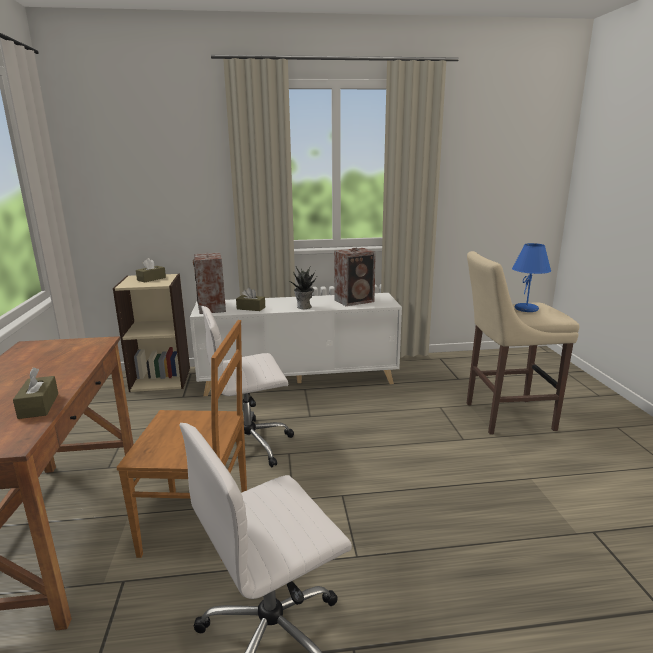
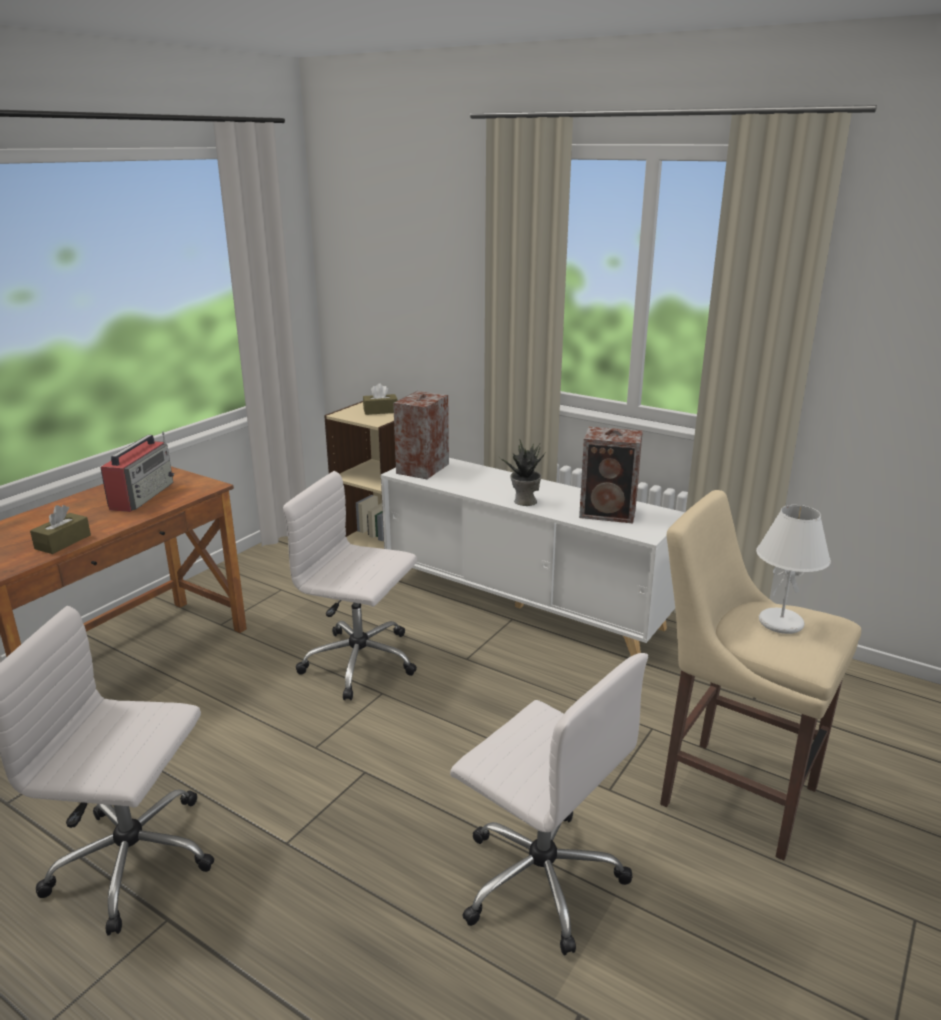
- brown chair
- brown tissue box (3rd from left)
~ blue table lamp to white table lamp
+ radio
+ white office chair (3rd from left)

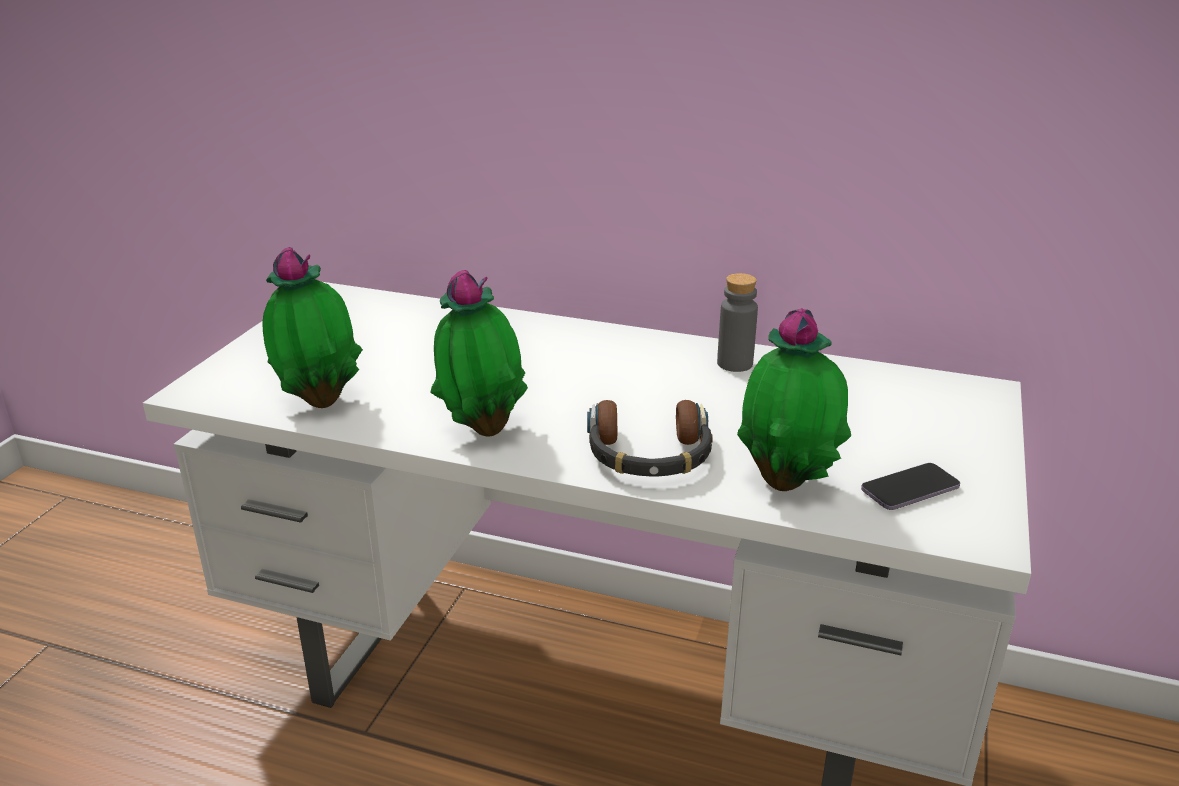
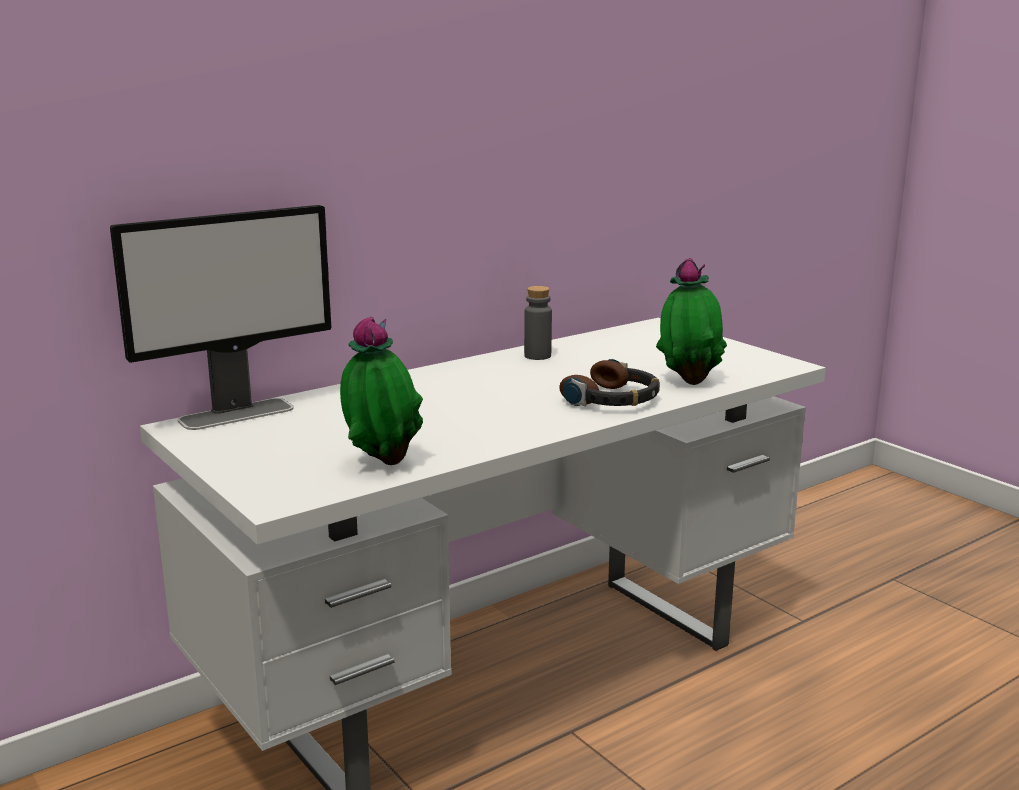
- potted plant (2nd from left)
- phone
+ monitor

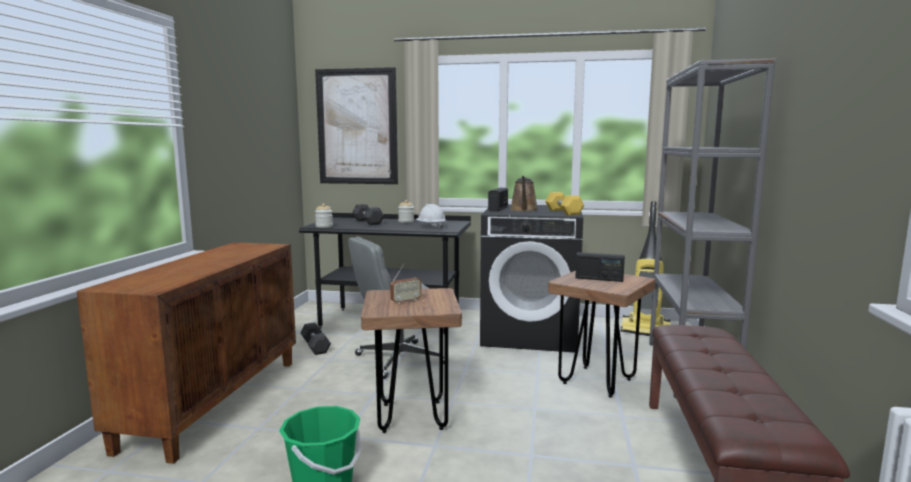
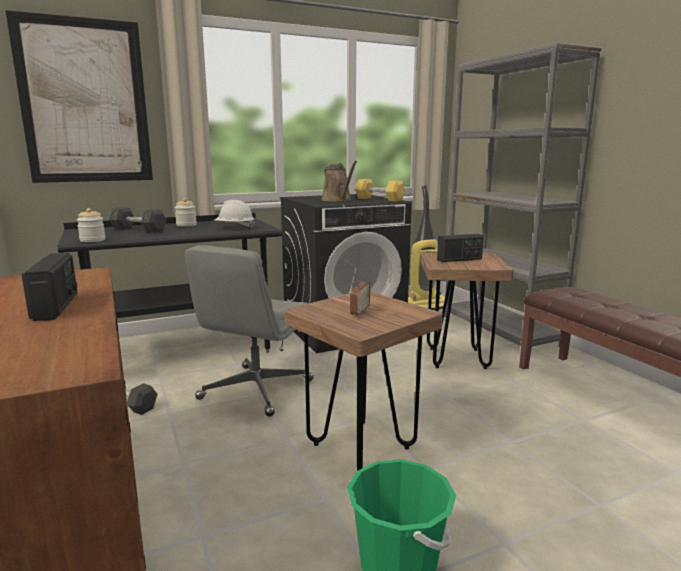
~ radio (2nd from left in the first image) to radio (1st from left)

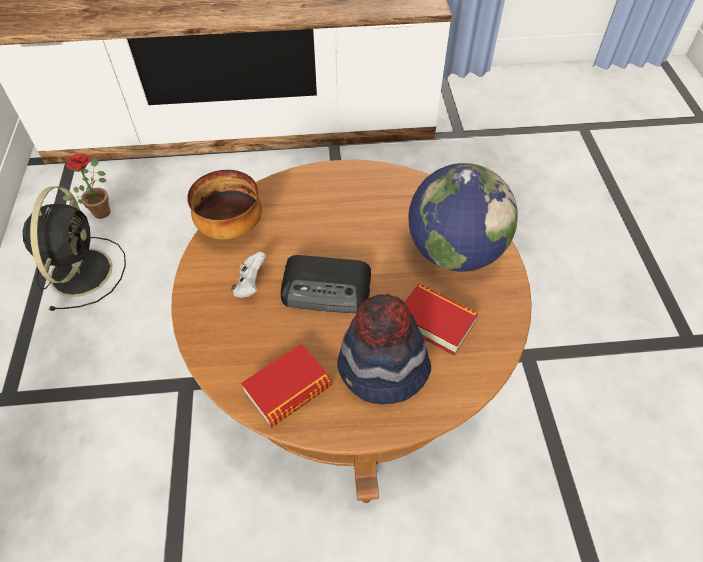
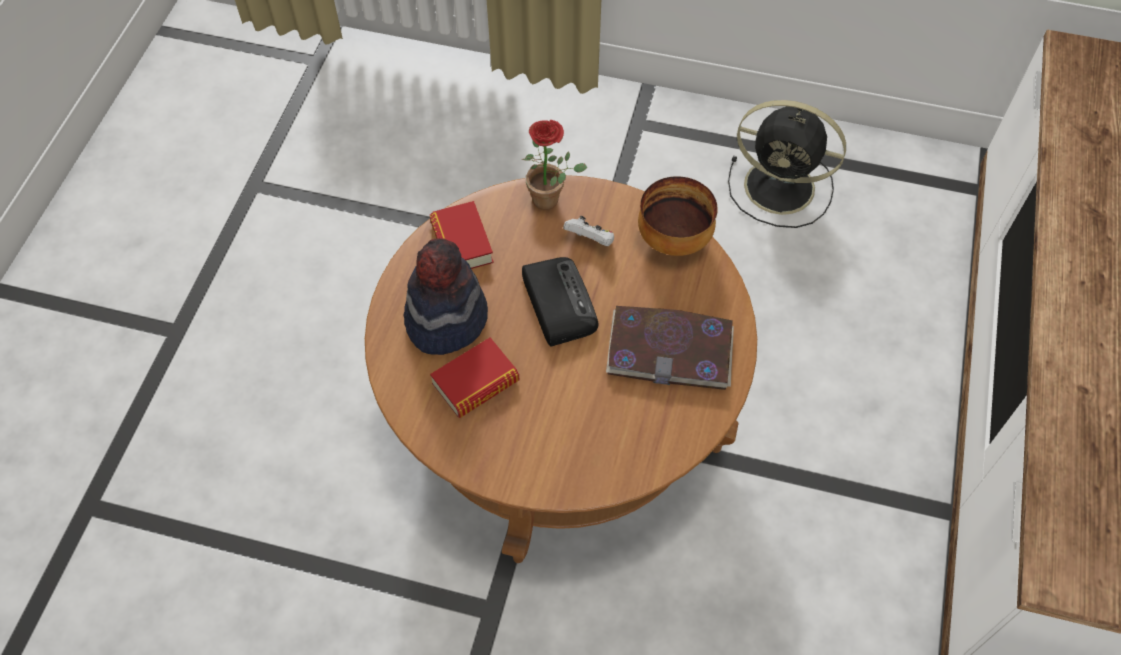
~ potted plant
~ radio 135 degrees clockwise
- globe
+ book (3rd from left)

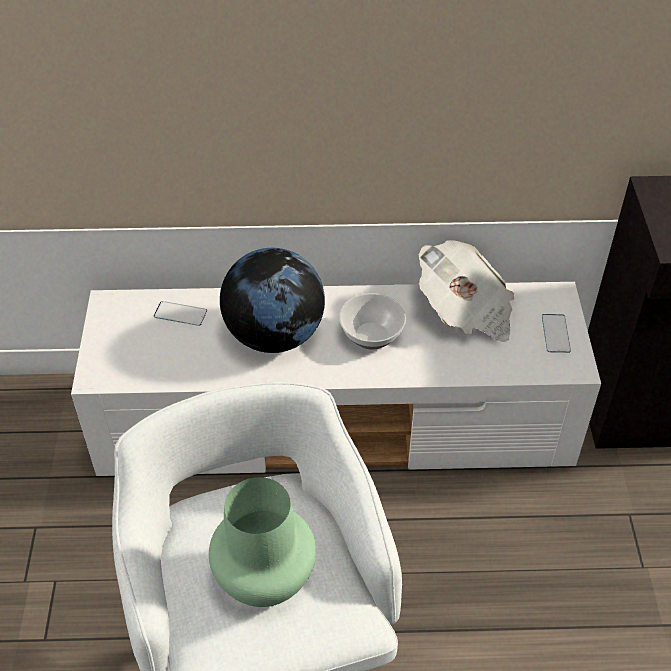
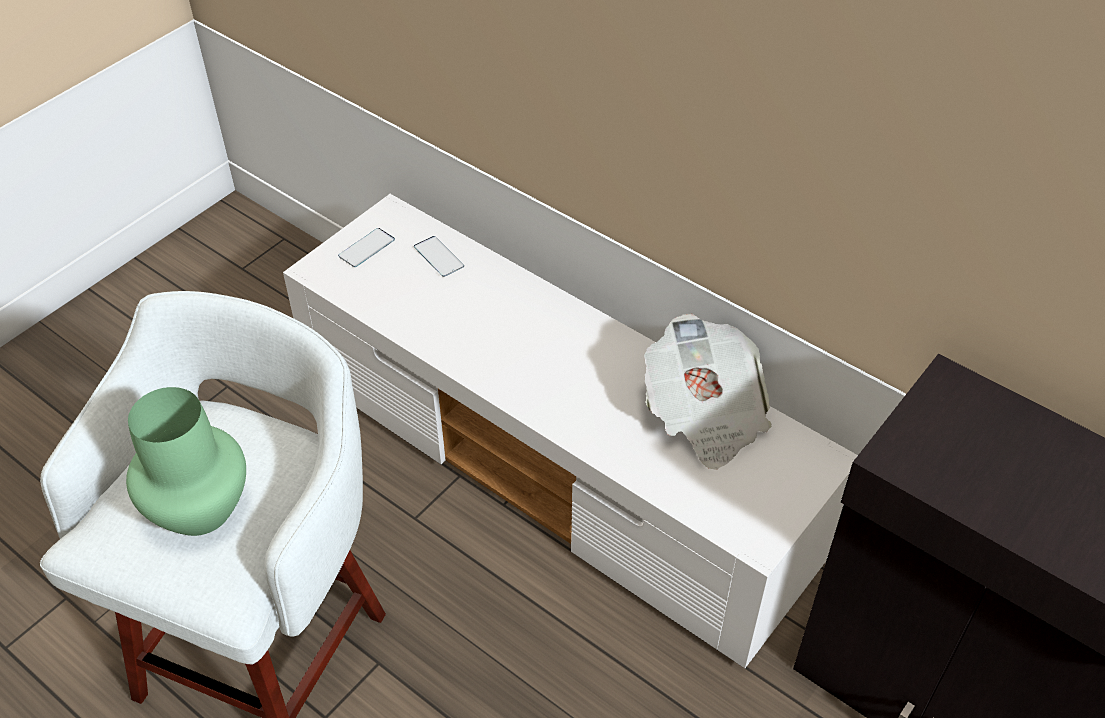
- globe
- bowl
~ phone (2nd from left in the first image) to phone (1st from left)

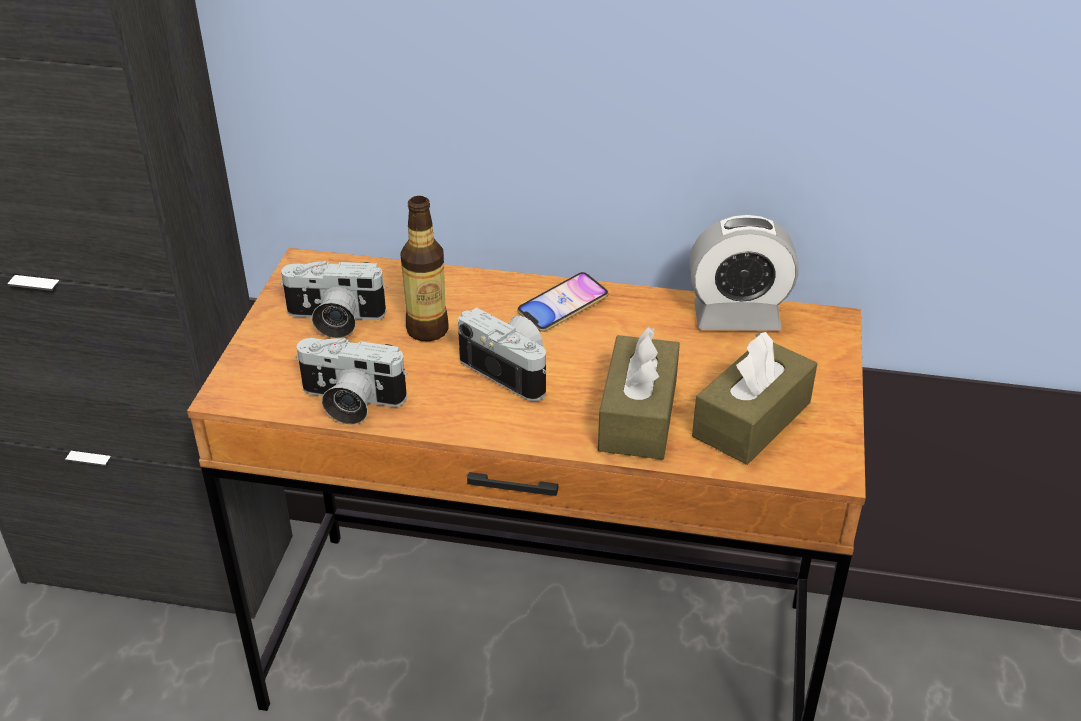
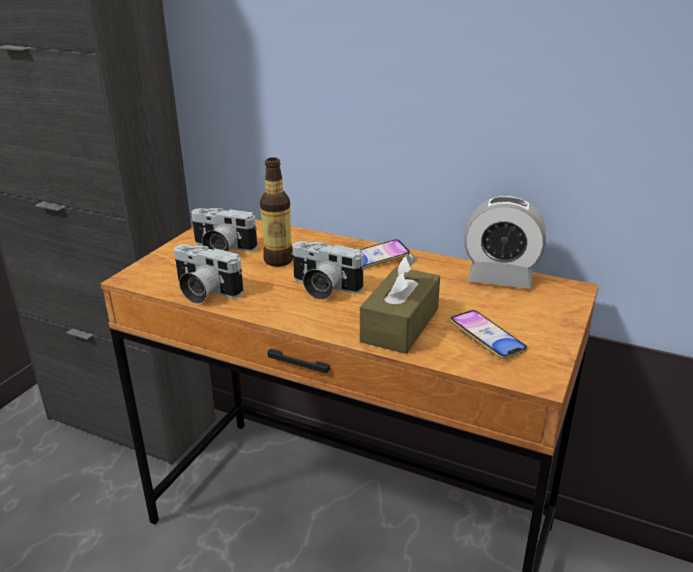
~ photo camera (3rd from left) 150 degrees clockwise
~ brown tissue box (2nd from left) to phone (2nd from left)

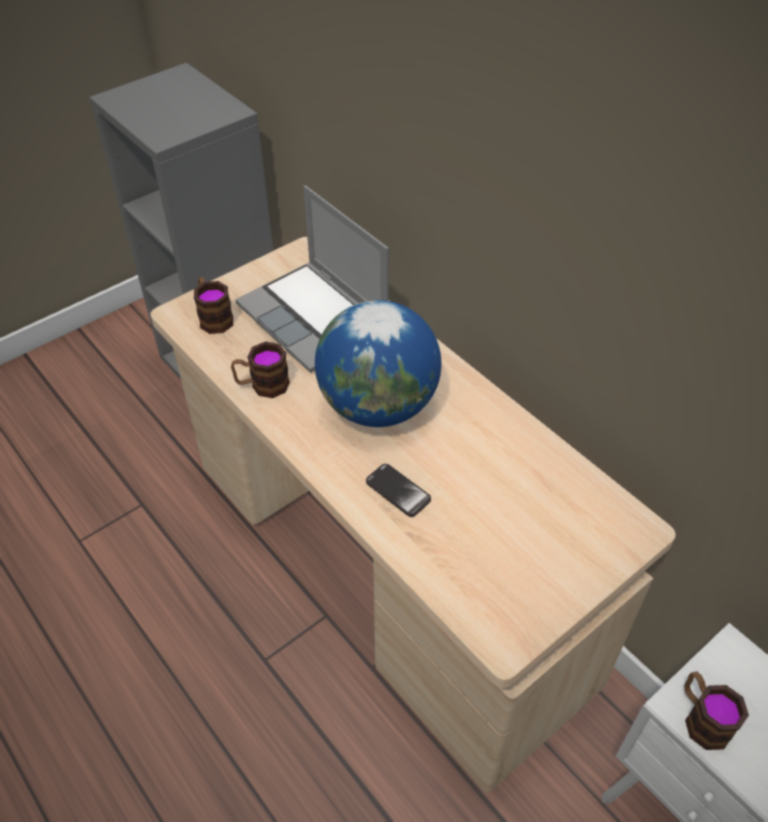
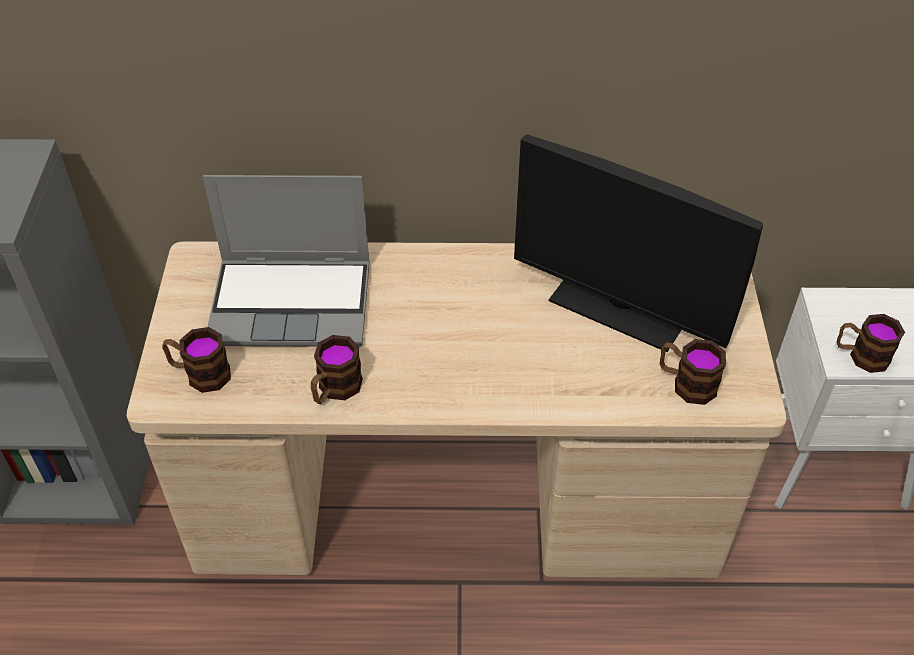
- globe
- phone
+ monitor
+ mug (3rd from left)

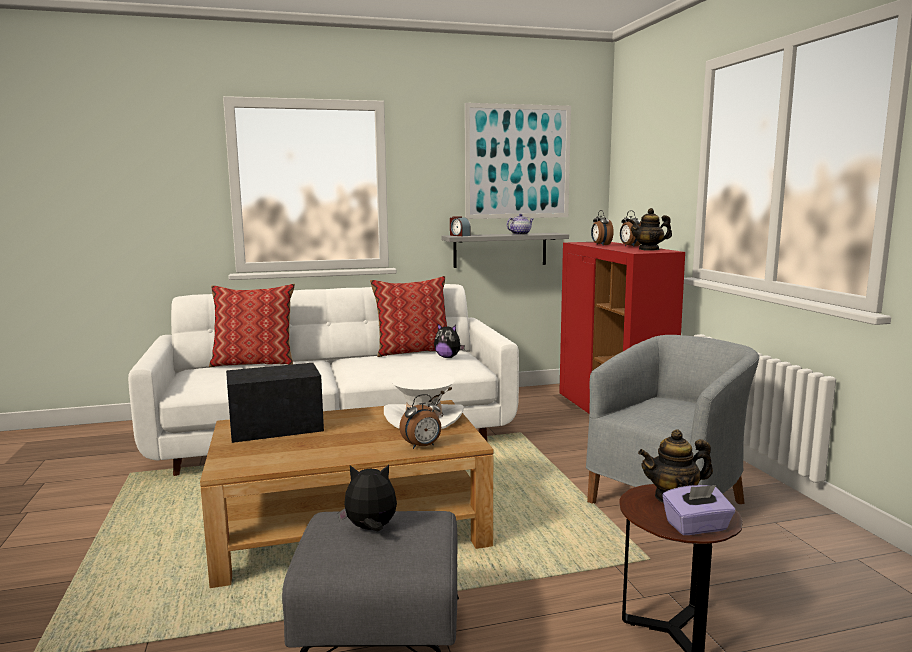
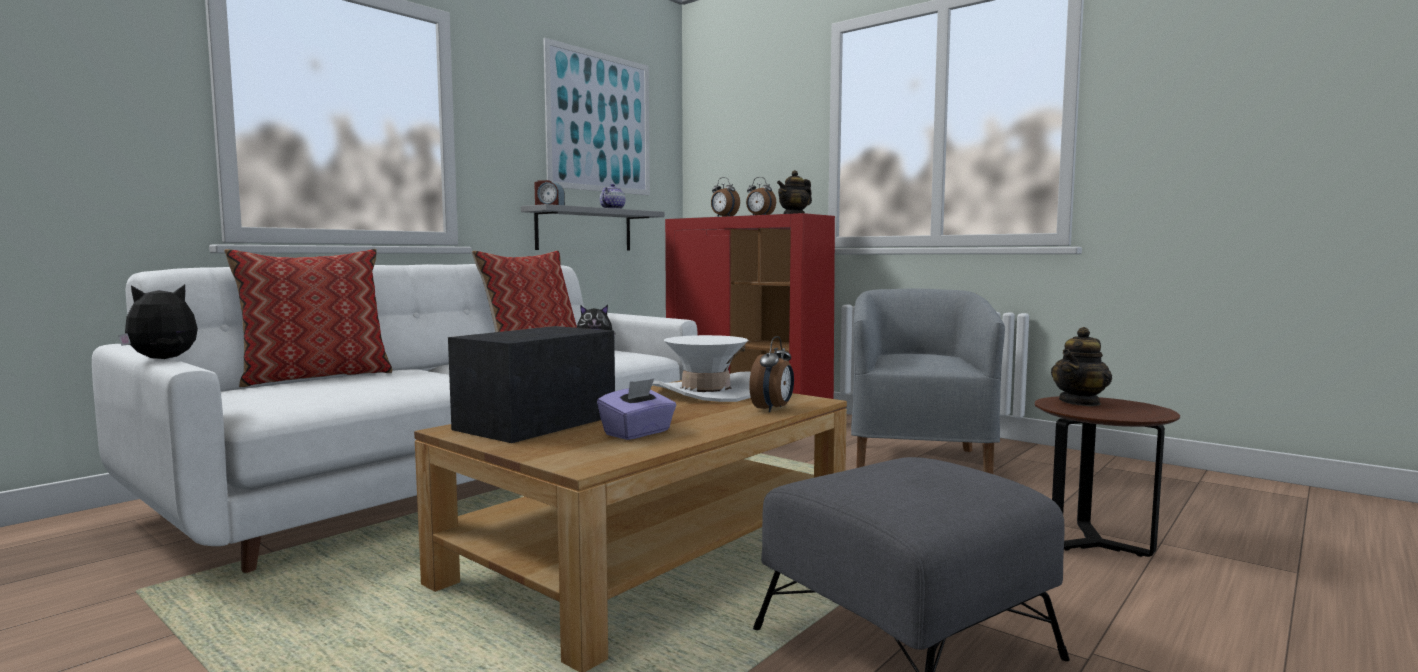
~ plush toy (1st from left)
~ purple tissue box

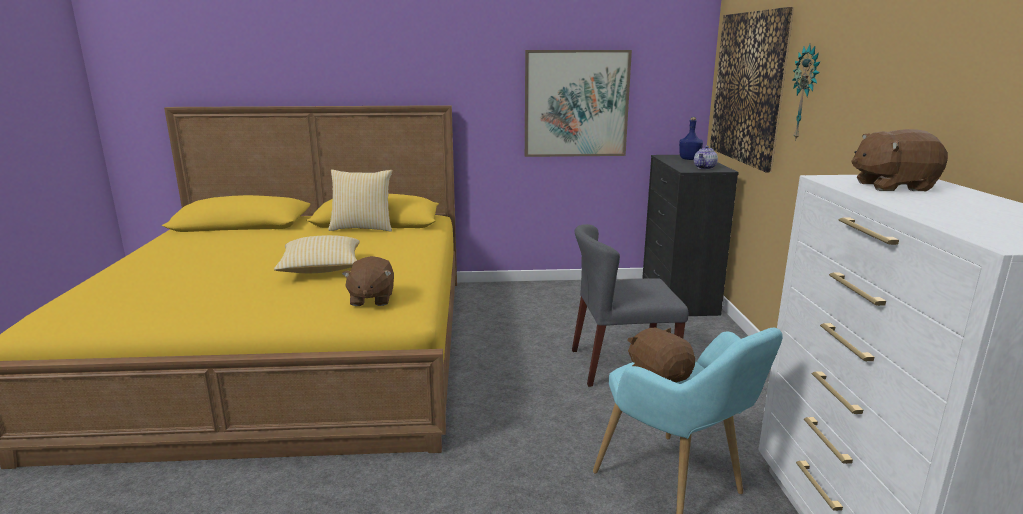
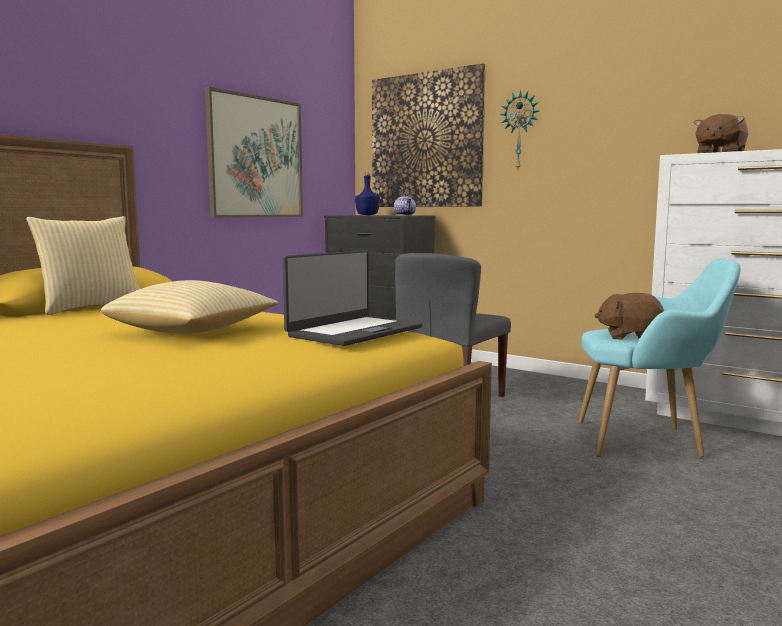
~ brown plush toy (1st from left) to laptop

